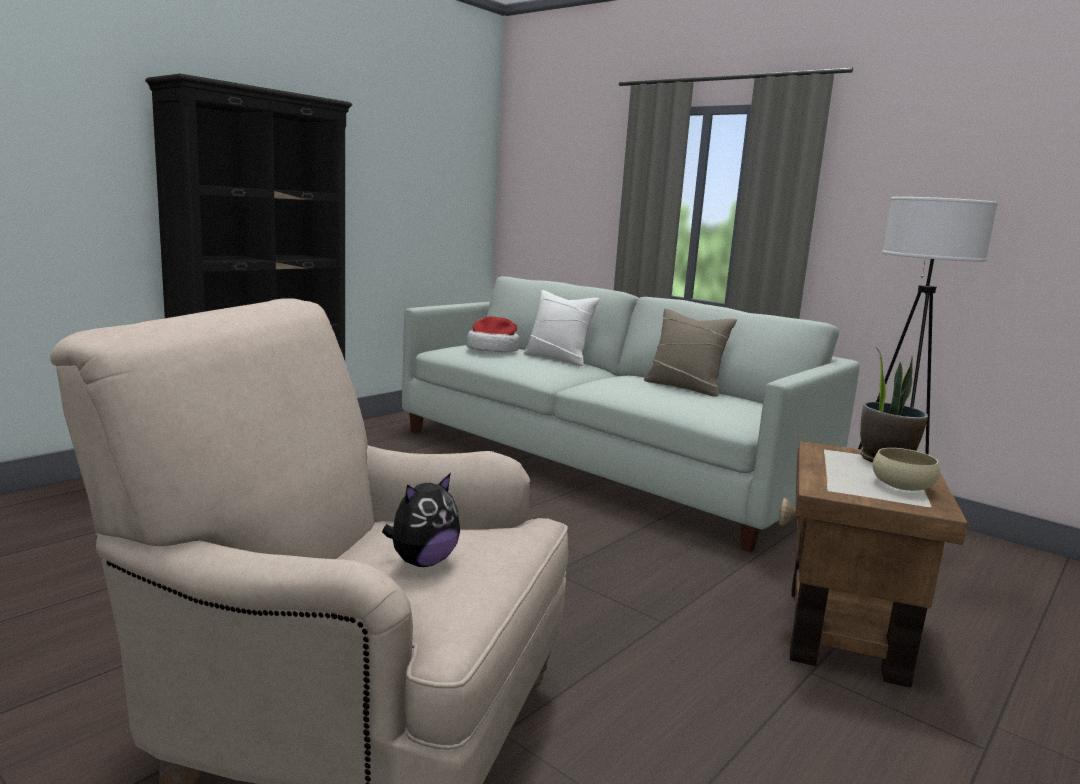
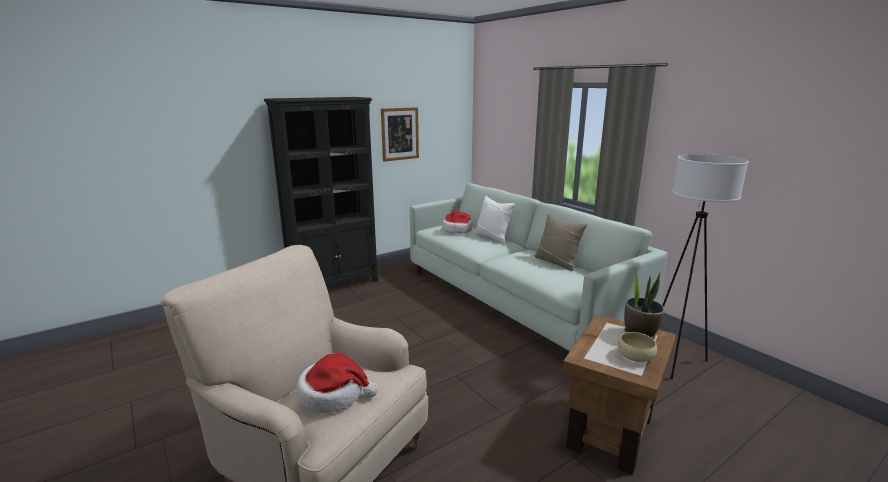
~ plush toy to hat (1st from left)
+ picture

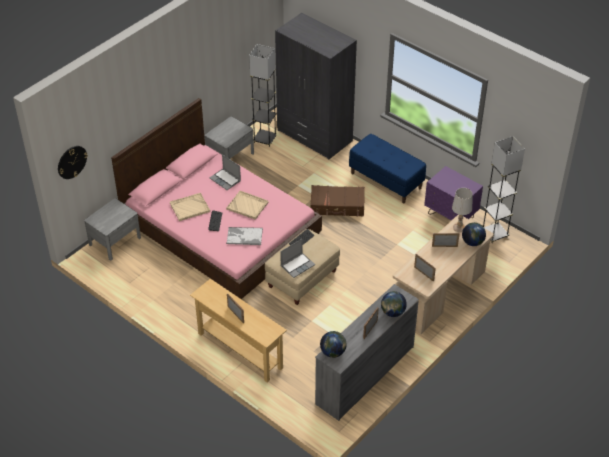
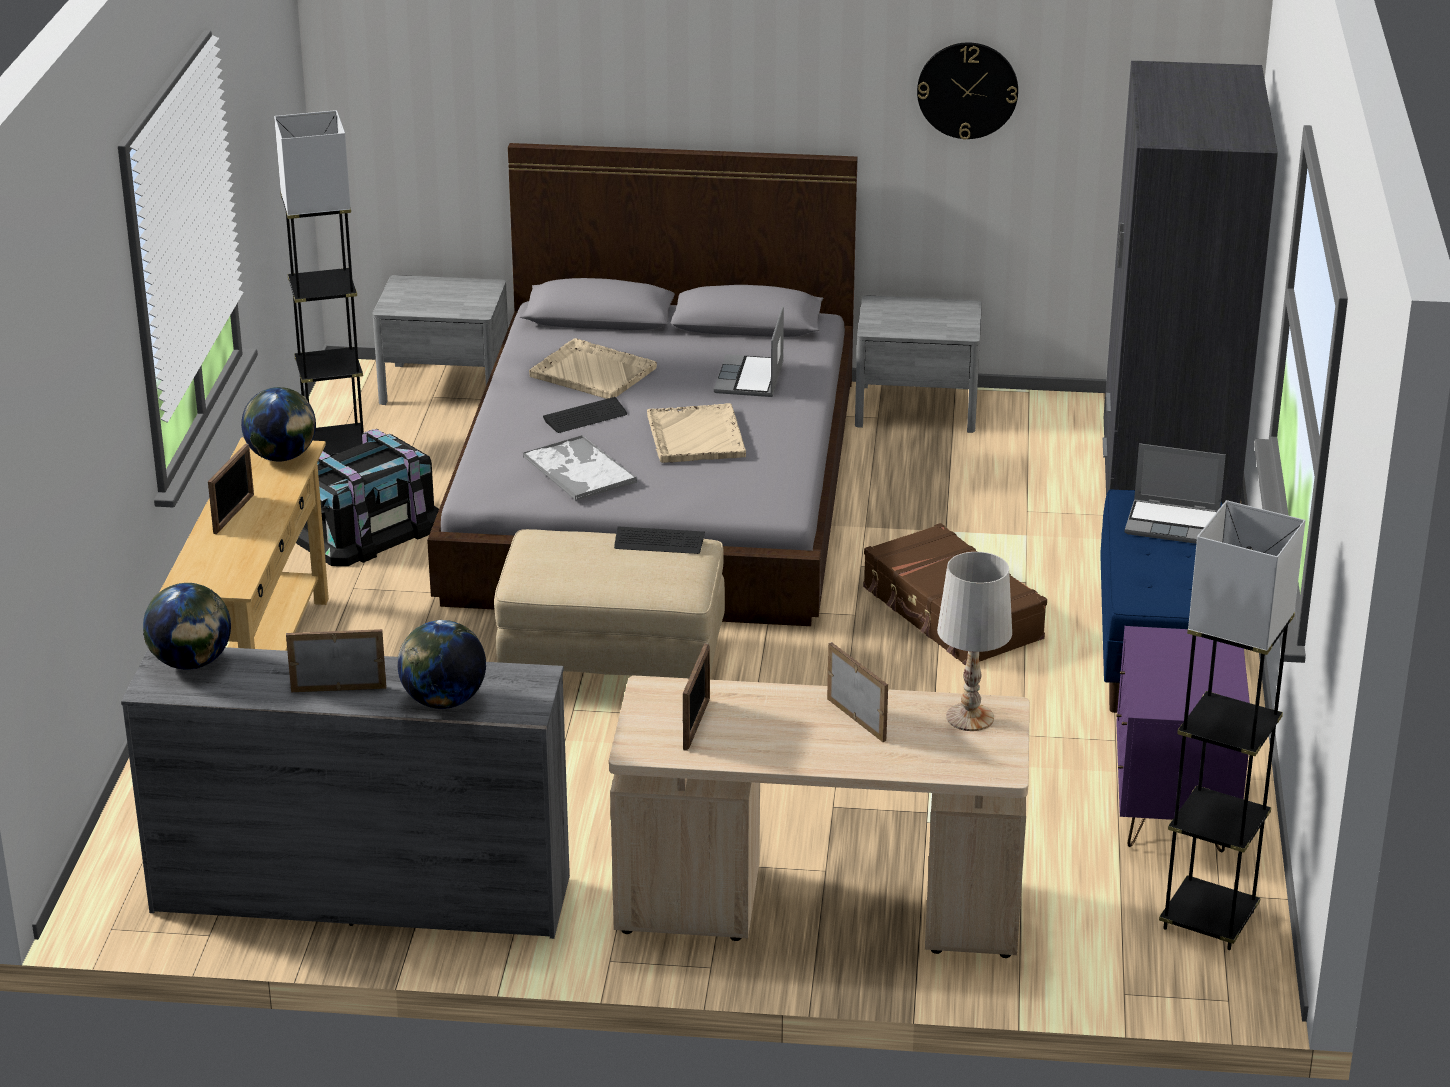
~ wall clock
~ pink bed to grey bed
~ grey floor lamp (1st from left)
~ laptop (2nd from left)
~ globe (3rd from left in the first image) to globe (2nd from left)
+ black storage box

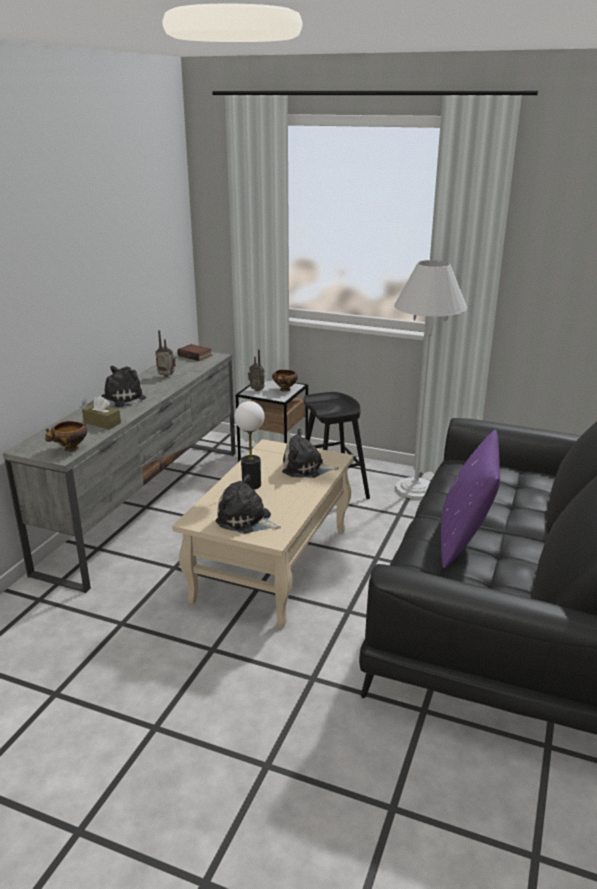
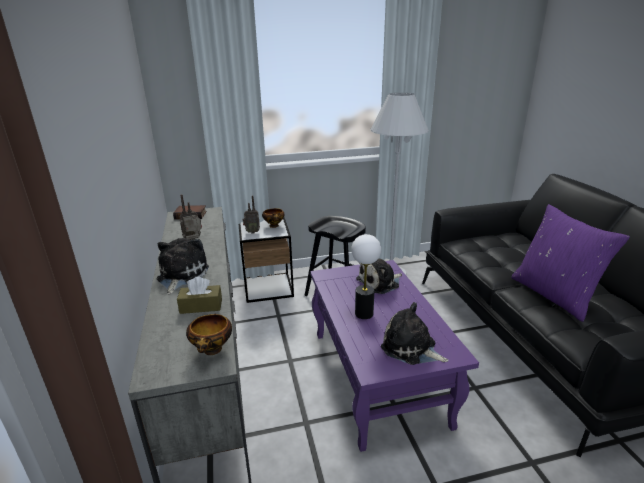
~ beige coffee table to purple coffee table
~ plush toy (2nd from left in the first image) 45 degrees clockwise

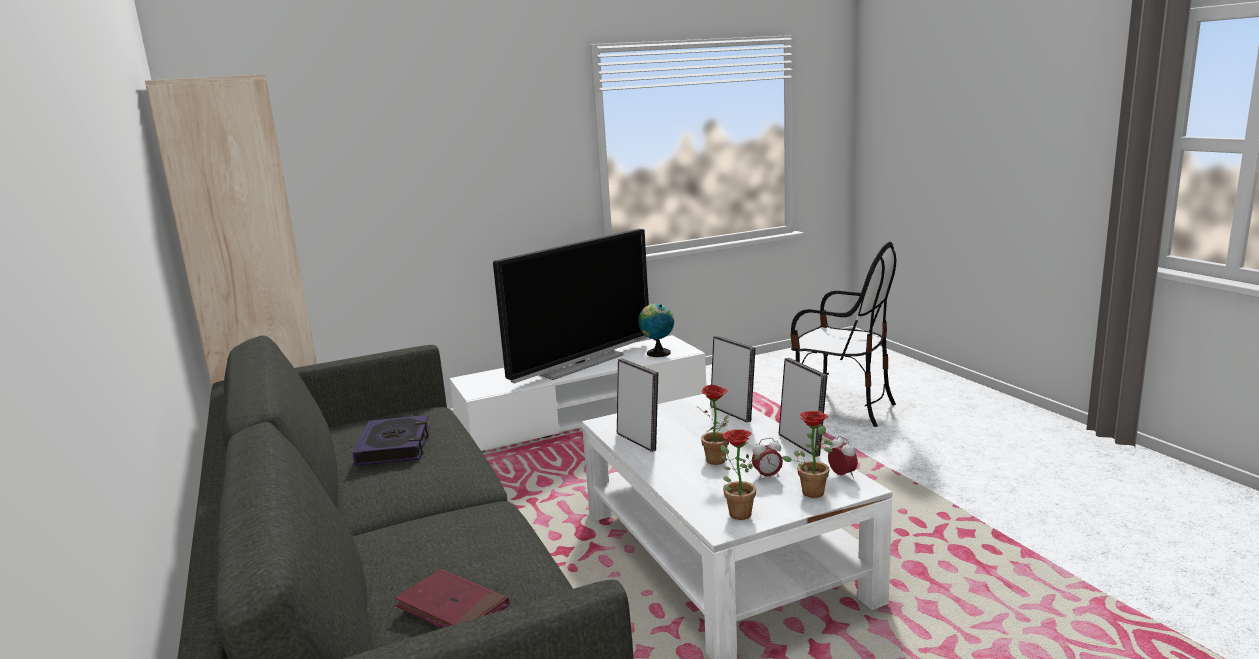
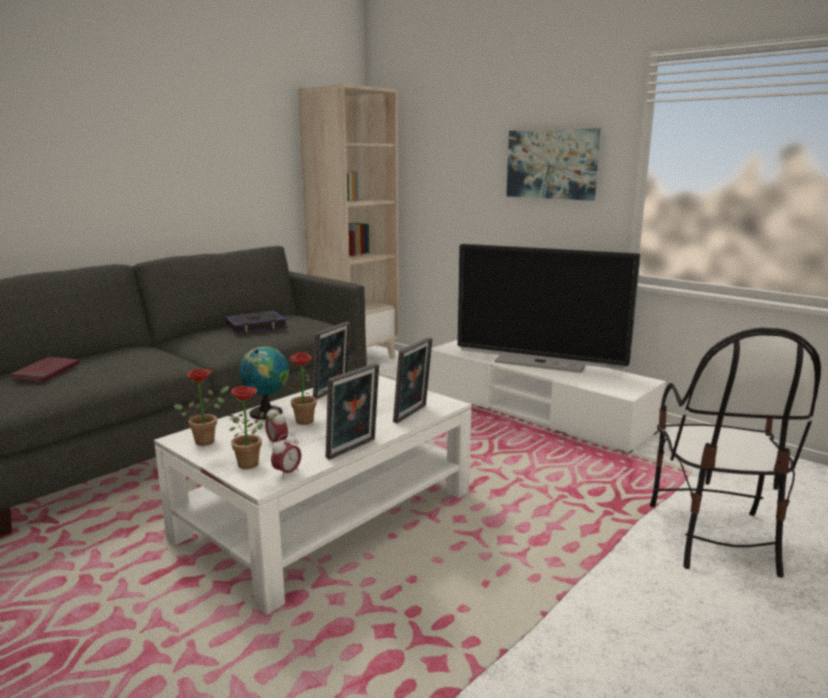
~ globe
+ picture

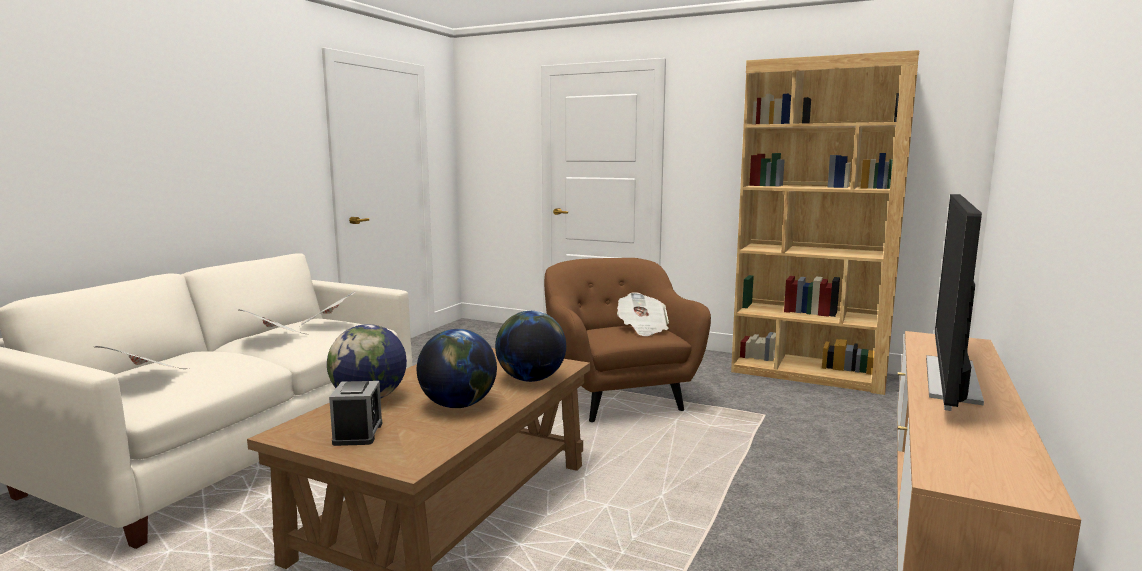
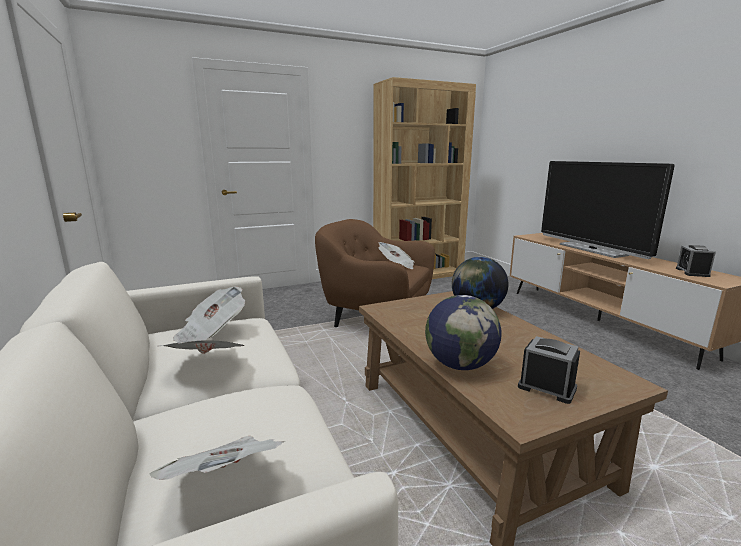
- globe (2nd from left)
+ alarm clock (2nd from left)

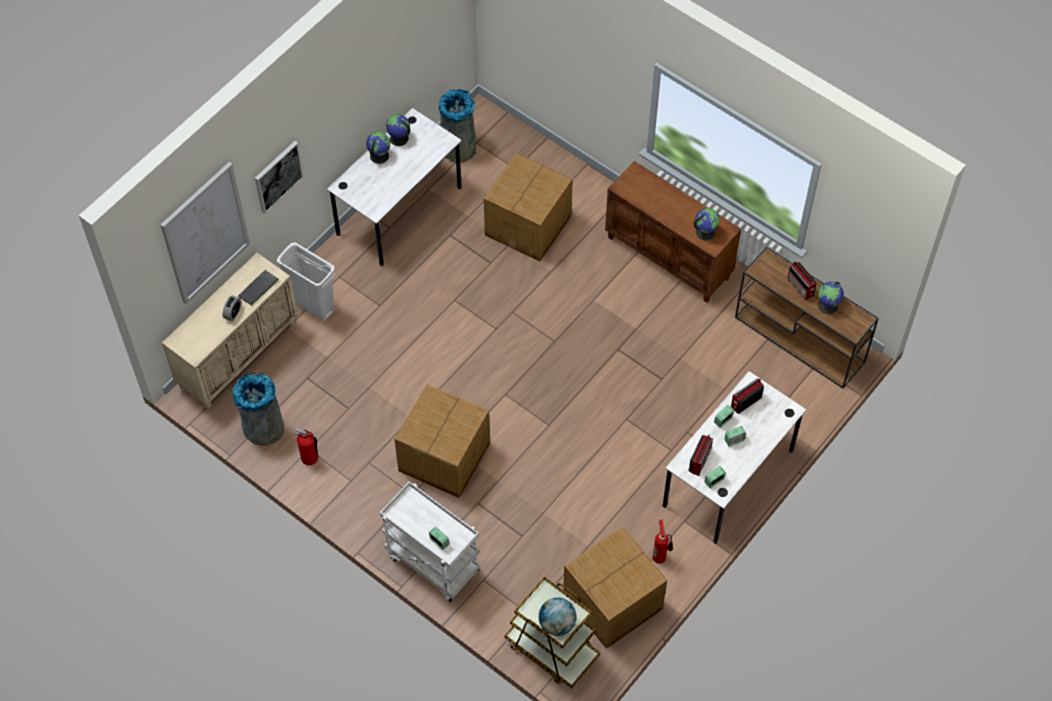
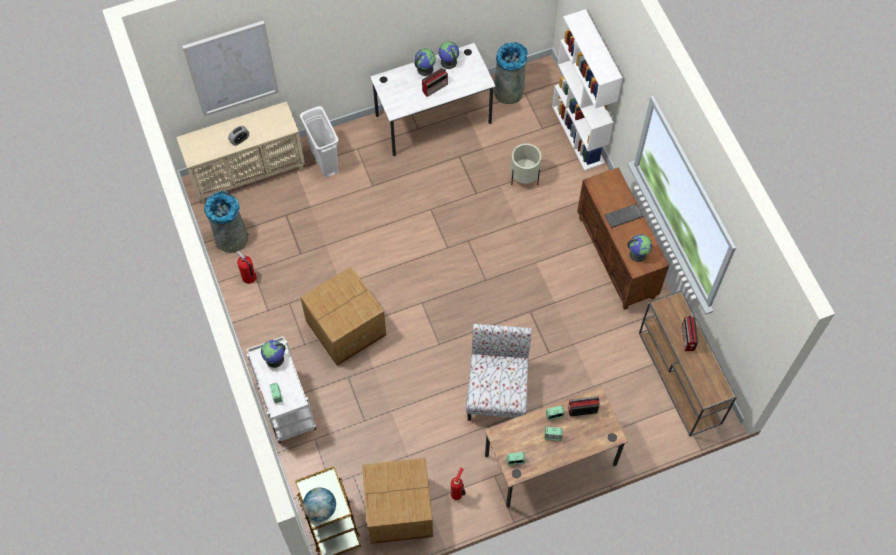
~ keyboard
- picture (2nd from left)
~ cardboard box (2nd from left) to beige planter
~ white desk (2nd from left) to brown desk
~ radio (1st from left)
~ globe (5th from left in the first image) to globe (1st from left)
+ chair
+ white bookcase

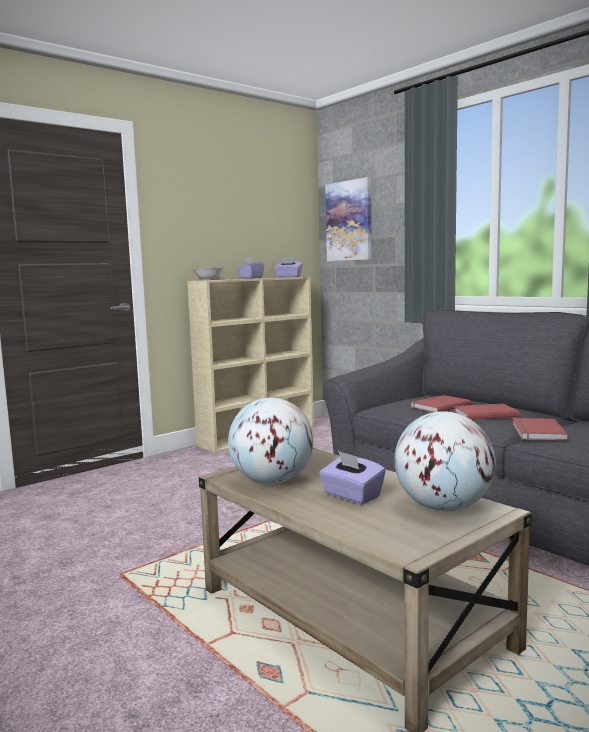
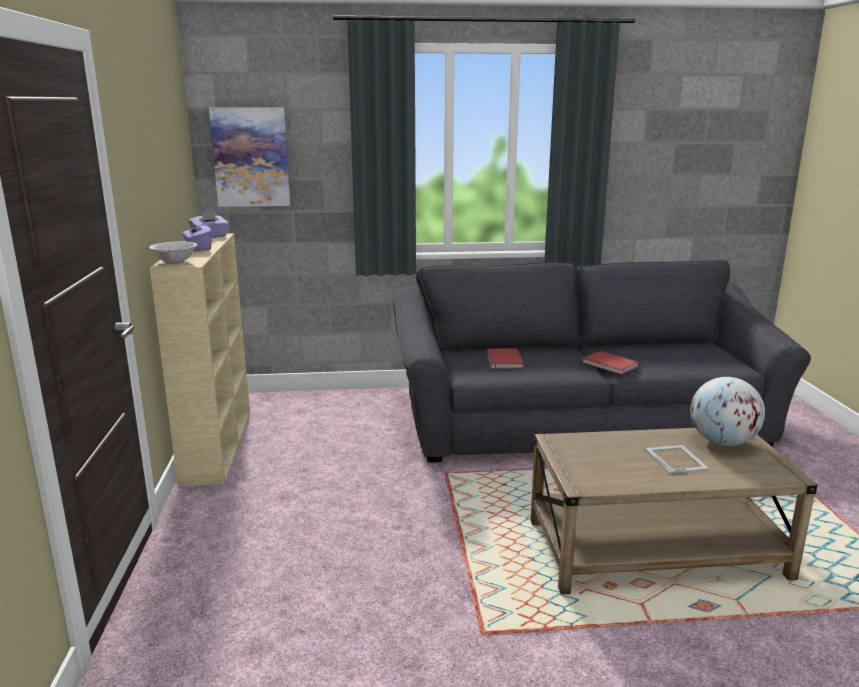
- globe (1st from left)
~ purple tissue box (3rd from left) to picture frame
- red book (2nd from left)

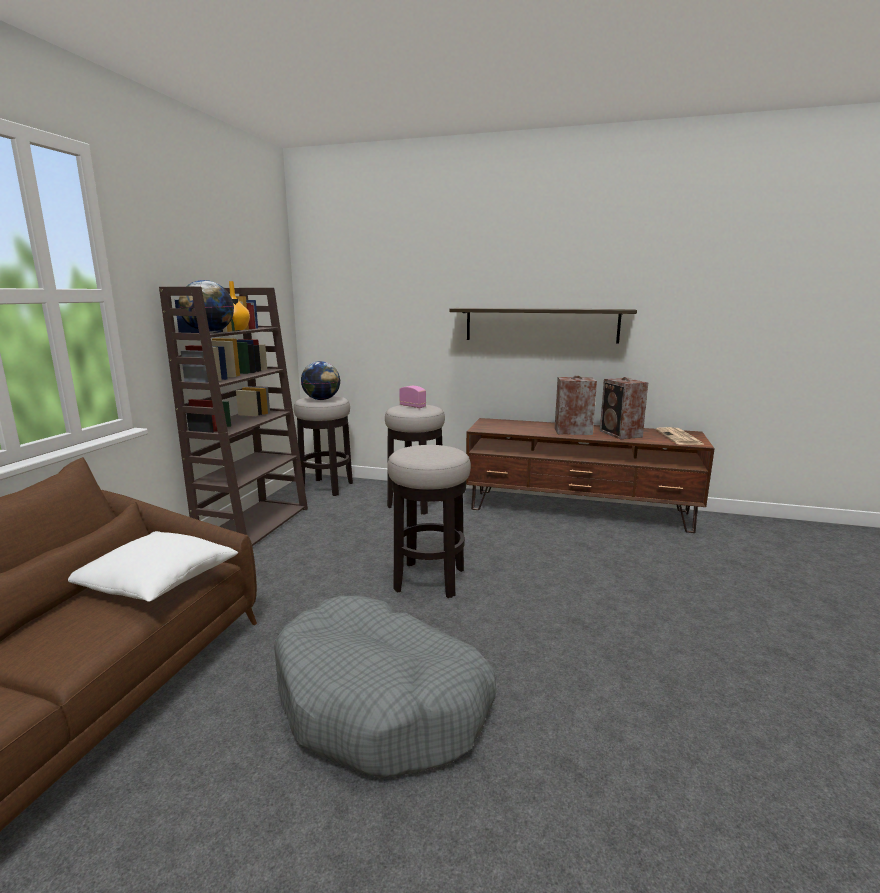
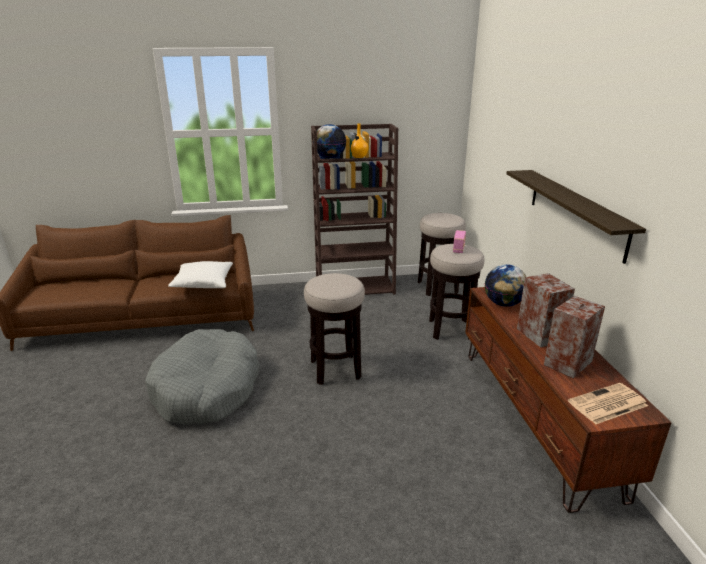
~ globe (2nd from left)

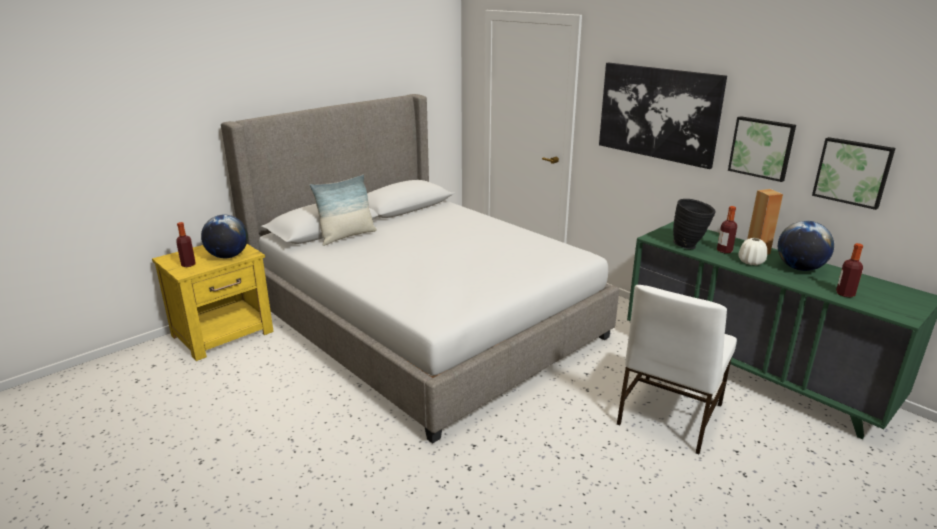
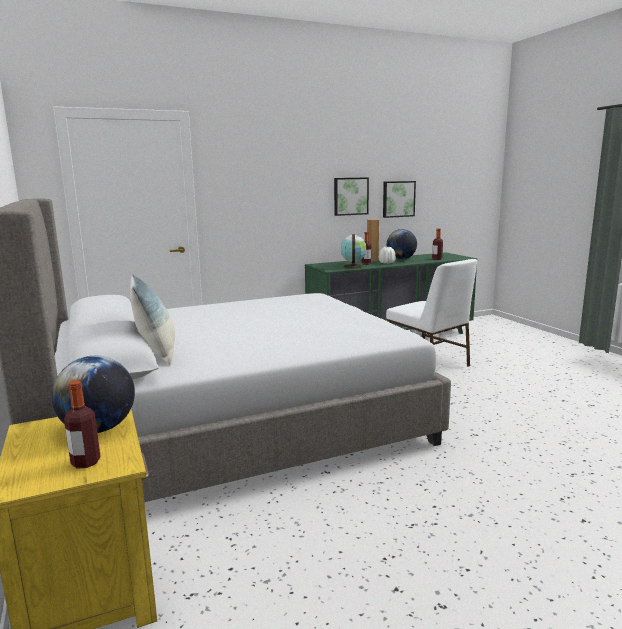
- picture (1st from left)
~ black vase to globe (2nd from left)

